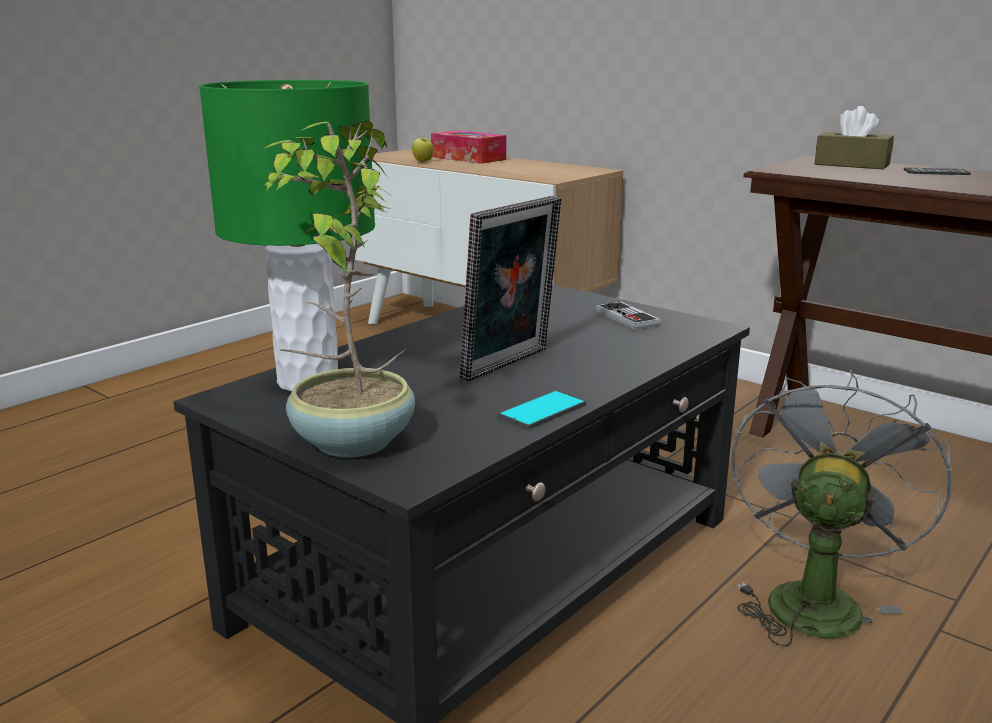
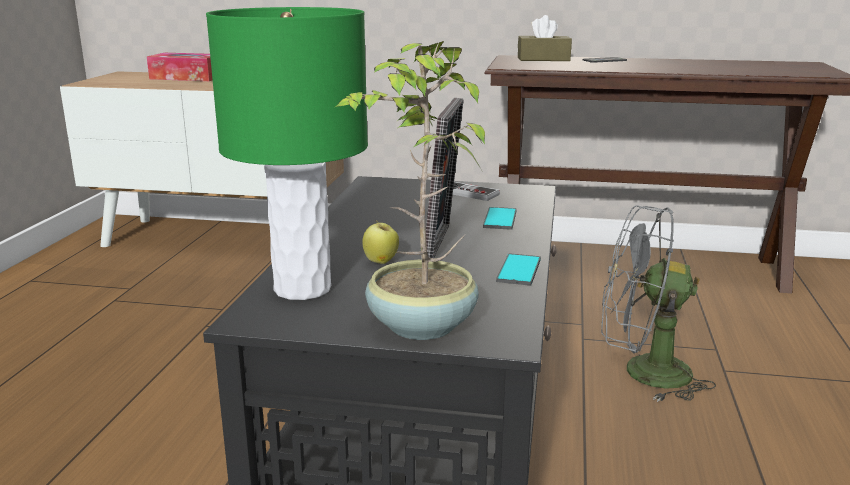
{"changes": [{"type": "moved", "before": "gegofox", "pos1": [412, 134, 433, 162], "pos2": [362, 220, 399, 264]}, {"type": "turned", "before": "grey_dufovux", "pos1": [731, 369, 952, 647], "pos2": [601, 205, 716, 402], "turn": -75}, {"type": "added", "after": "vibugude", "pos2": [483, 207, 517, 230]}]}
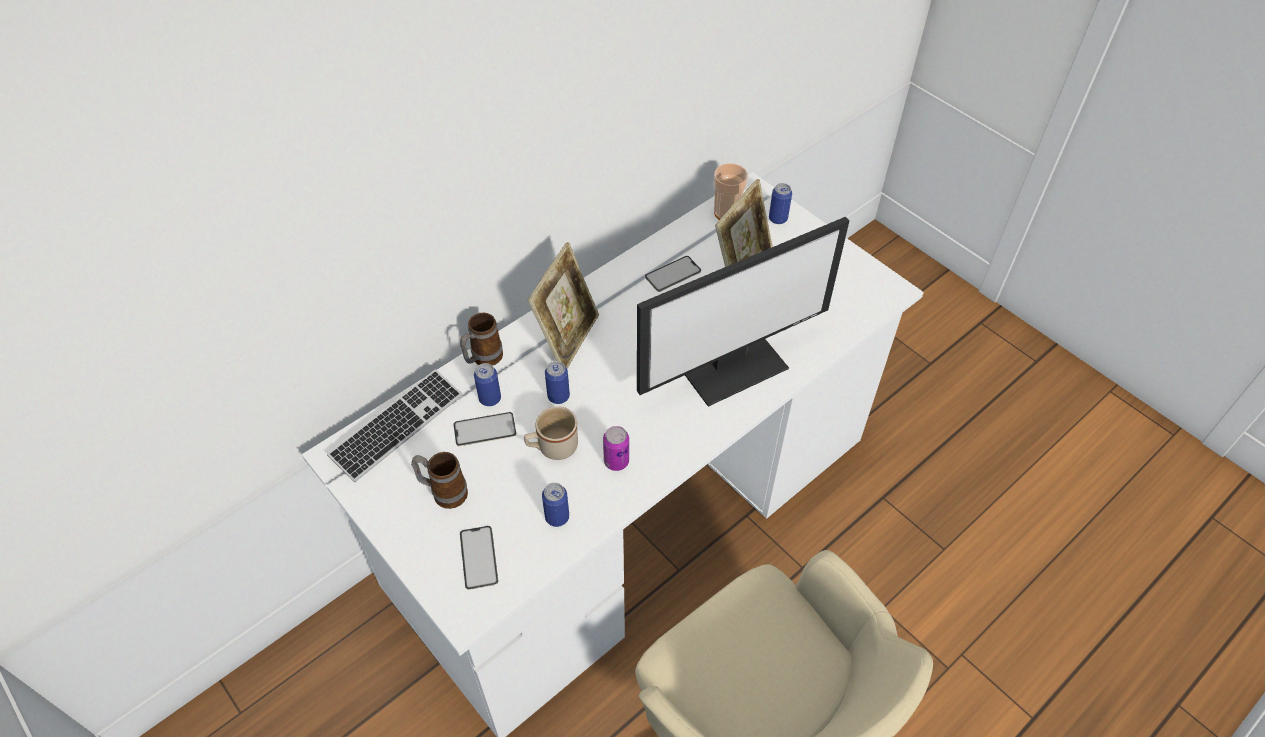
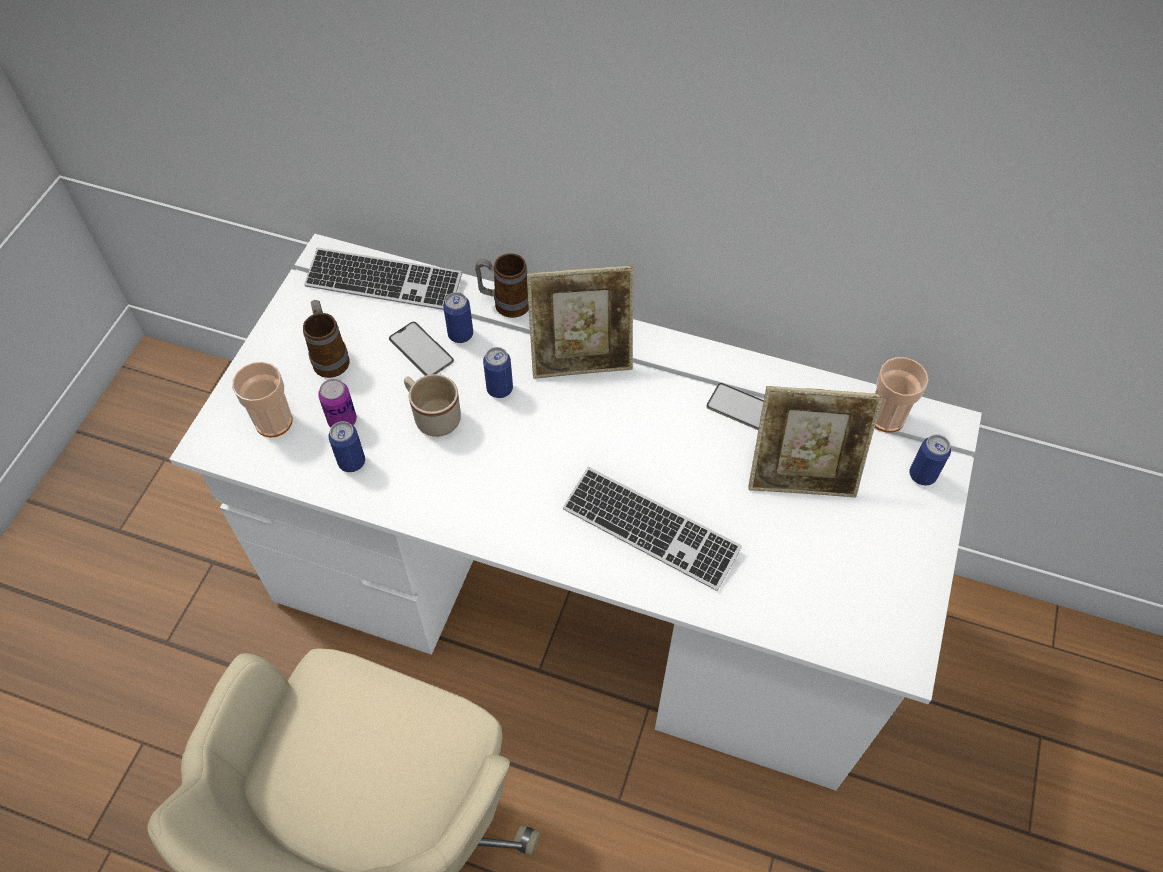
{"changes": [{"type": "replaced", "before": "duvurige", "after": "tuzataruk", "pos1": [637, 217, 849, 407], "pos2": [563, 467, 742, 591]}, {"type": "moved", "before": "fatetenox", "pos1": [603, 426, 629, 471], "pos2": [318, 379, 357, 428]}, {"type": "replaced", "before": "vibugude", "after": "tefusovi", "pos1": [460, 526, 498, 590], "pos2": [232, 362, 292, 437]}]}
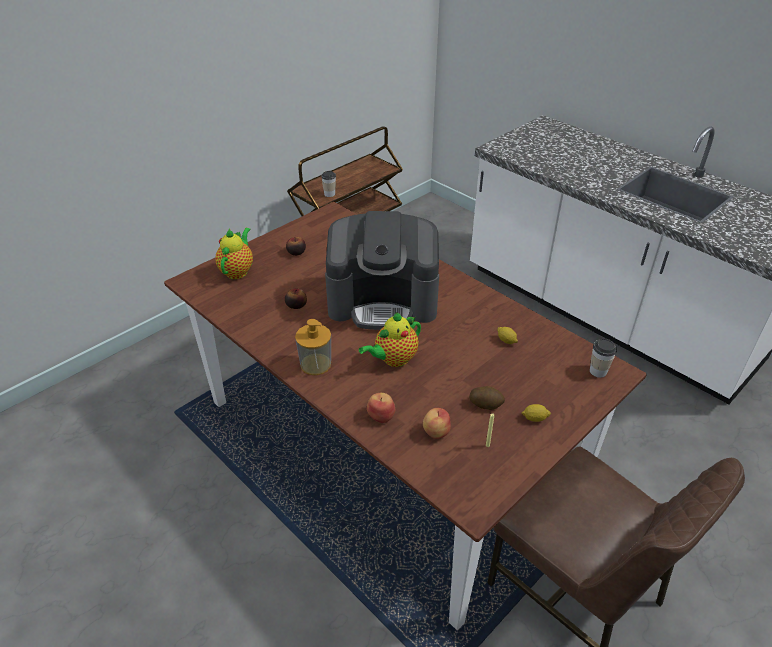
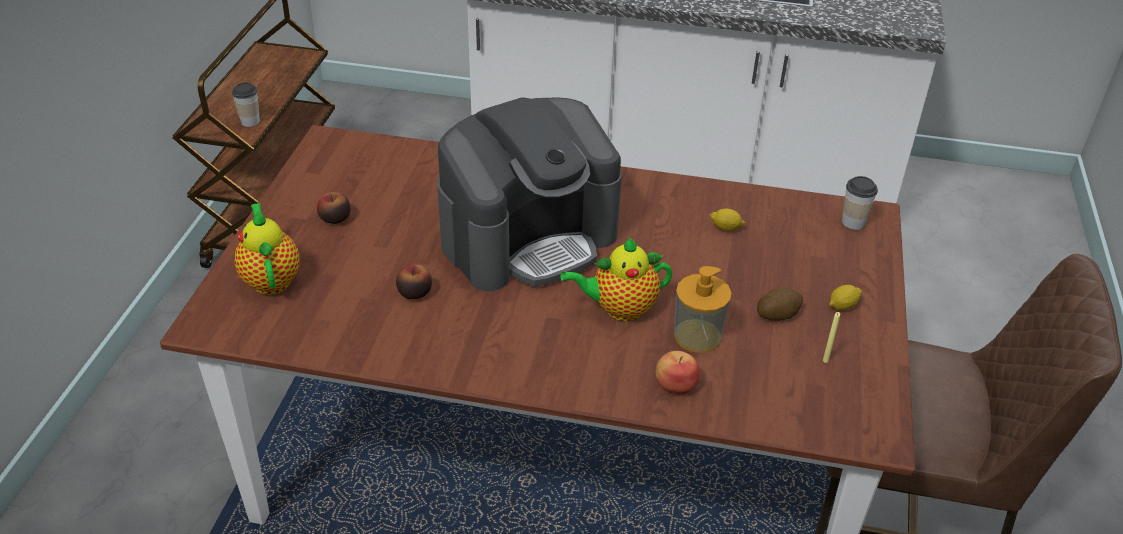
{"changes": [{"type": "turned", "before": "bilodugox", "pos1": [359, 312, 421, 367], "pos2": [560, 238, 672, 321], "turn": 60}, {"type": "moved", "before": "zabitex", "pos1": [295, 319, 331, 375], "pos2": [674, 266, 732, 353]}, {"type": "removed", "before": "gegofox", "pos1": [423, 408, 451, 439]}]}
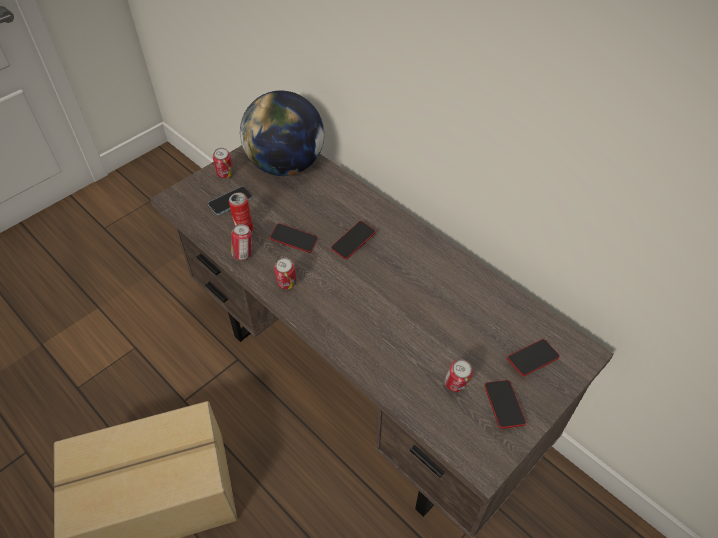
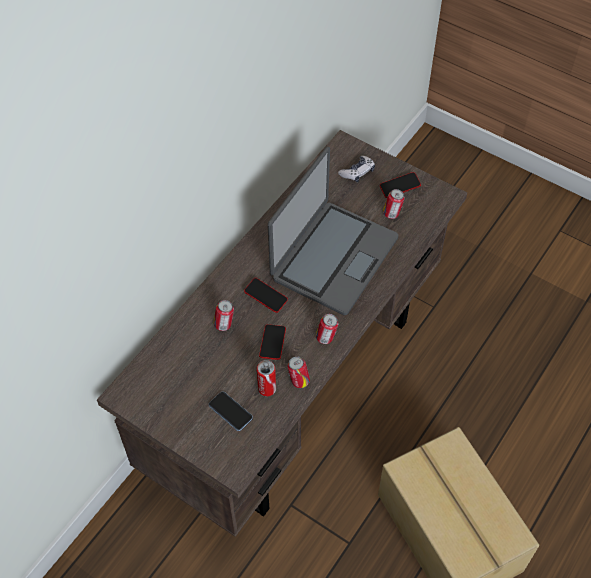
{"changes": [{"type": "removed", "before": "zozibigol", "pos1": [240, 91, 324, 176]}, {"type": "moved", "before": "fatetenox", "pos1": [213, 148, 233, 178], "pos2": [214, 300, 234, 331]}, {"type": "replaced", "before": "vibugude", "after": "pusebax", "pos1": [507, 339, 560, 376], "pos2": [338, 156, 375, 182]}, {"type": "added", "after": "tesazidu", "pos2": [268, 147, 398, 315]}]}
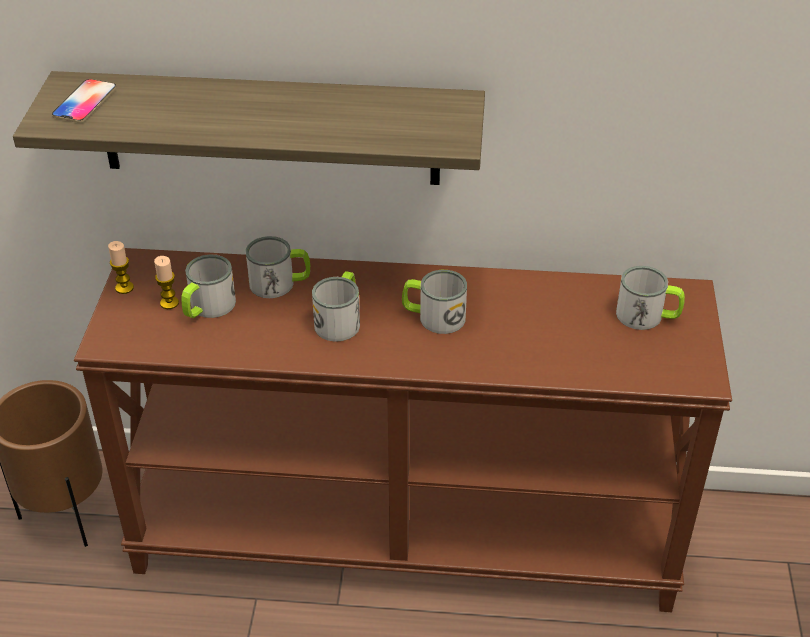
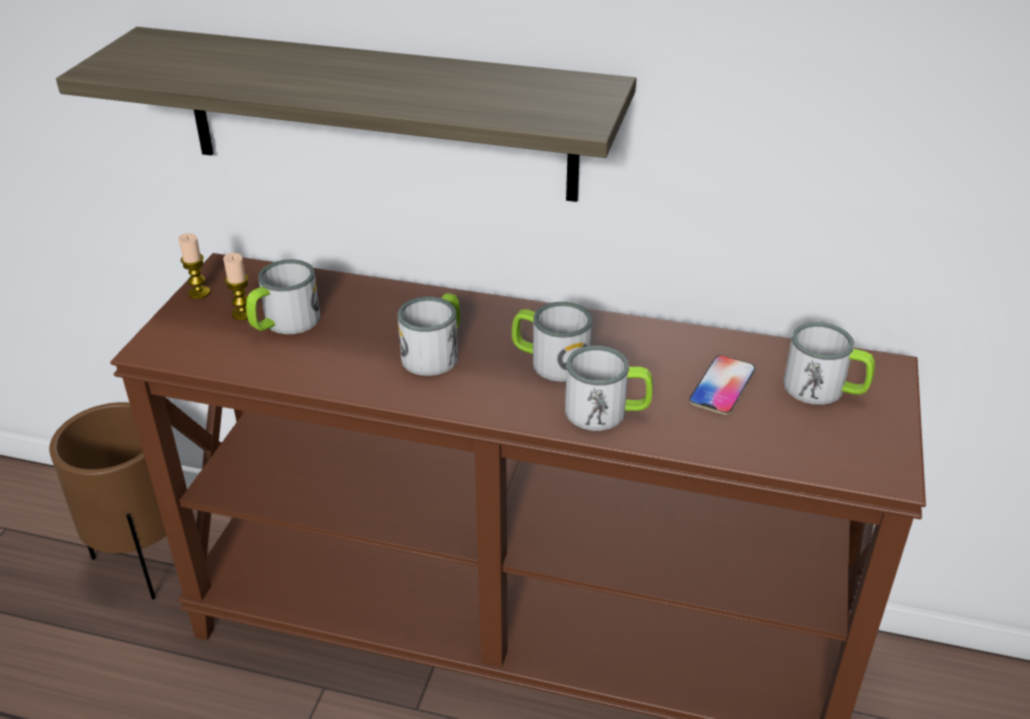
{"changes": [{"type": "moved", "before": "vibugude", "pos1": [52, 79, 116, 122], "pos2": [689, 355, 755, 415]}, {"type": "moved", "before": "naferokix", "pos1": [245, 236, 310, 298], "pos2": [565, 346, 653, 431]}]}
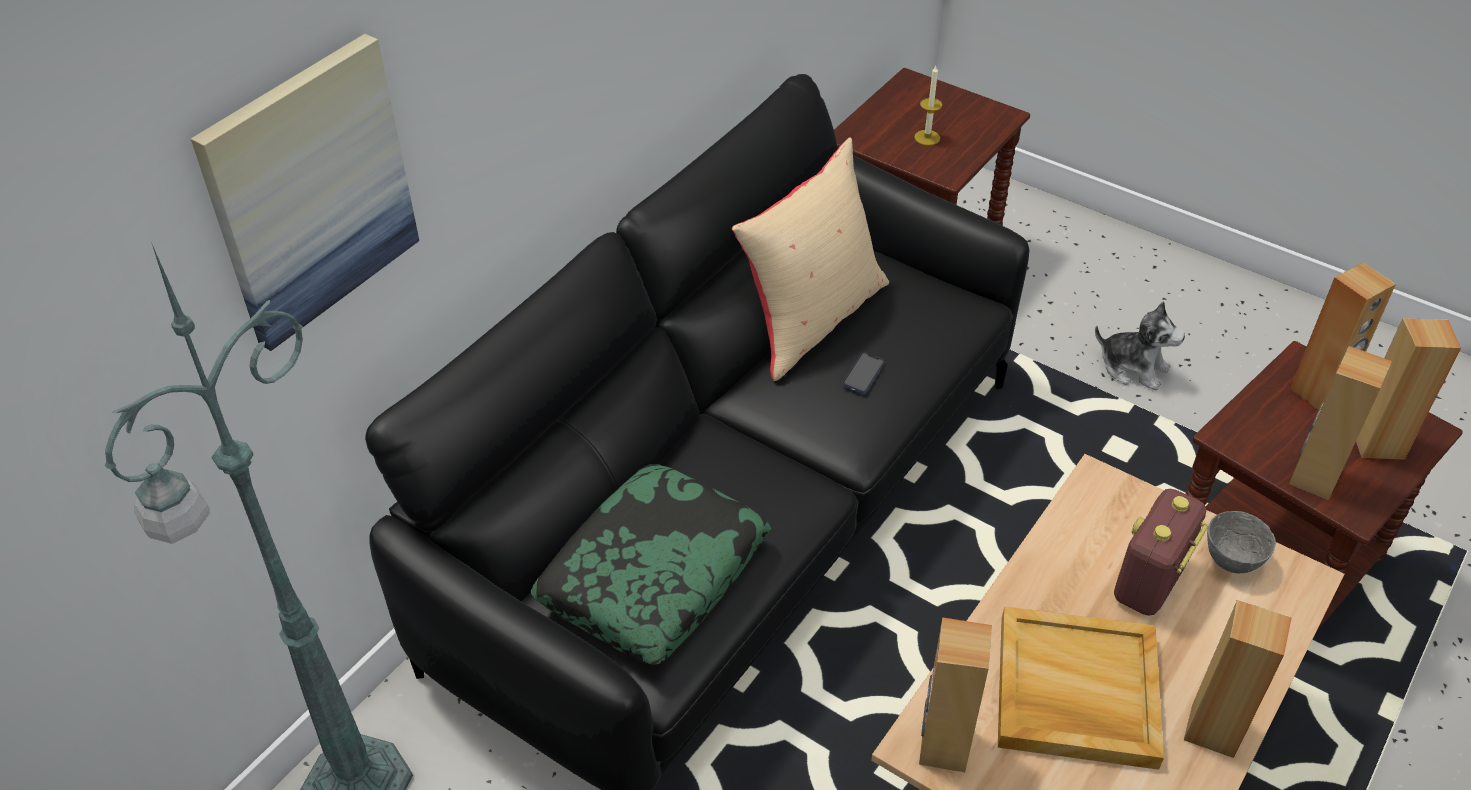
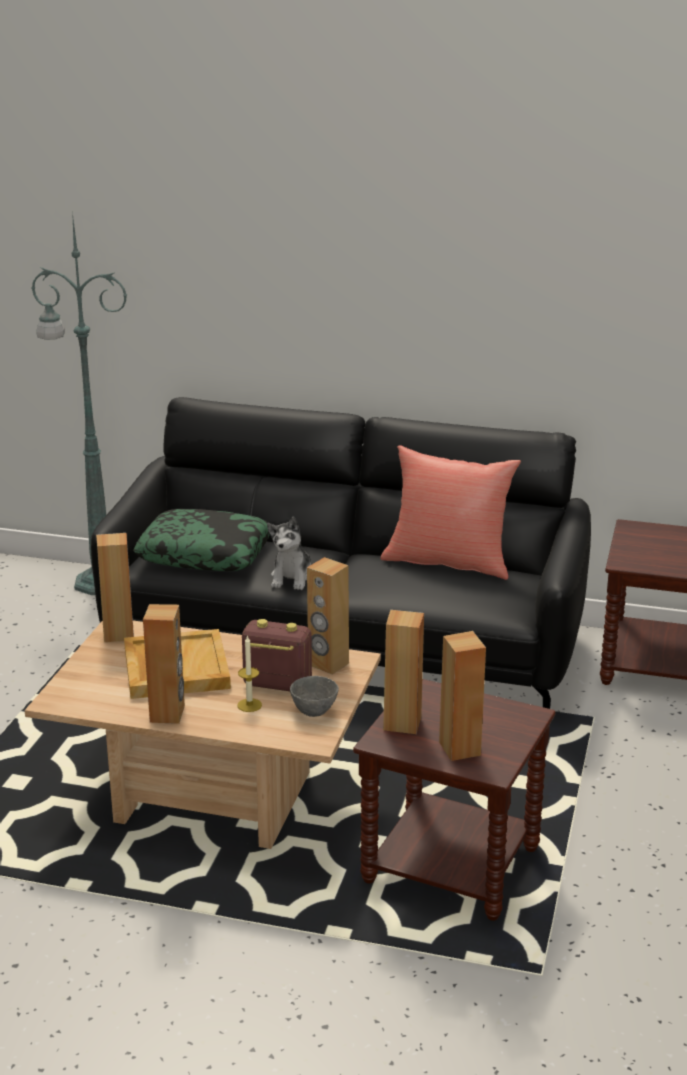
{"changes": [{"type": "removed", "before": "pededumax", "pos1": [191, 34, 419, 351]}, {"type": "moved", "before": "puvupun", "pos1": [914, 66, 943, 145], "pos2": [237, 635, 262, 712]}, {"type": "recoloured", "before": "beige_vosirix", "after": "red_vosirix", "pos1": [732, 137, 889, 381], "pos2": [380, 445, 521, 580]}, {"type": "moved", "before": "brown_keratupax", "pos1": [1290, 262, 1396, 410], "pos2": [307, 557, 349, 675]}, {"type": "moved", "before": "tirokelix", "pos1": [1095, 302, 1185, 390], "pos2": [267, 516, 311, 590]}, {"type": "removed", "before": "vibugude", "pos1": [843, 352, 885, 394]}]}
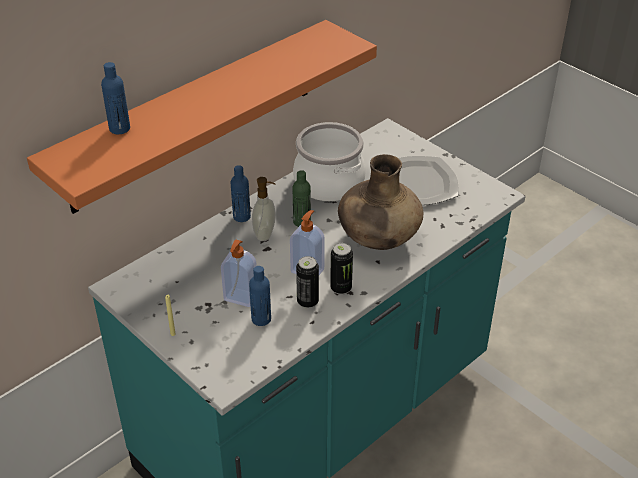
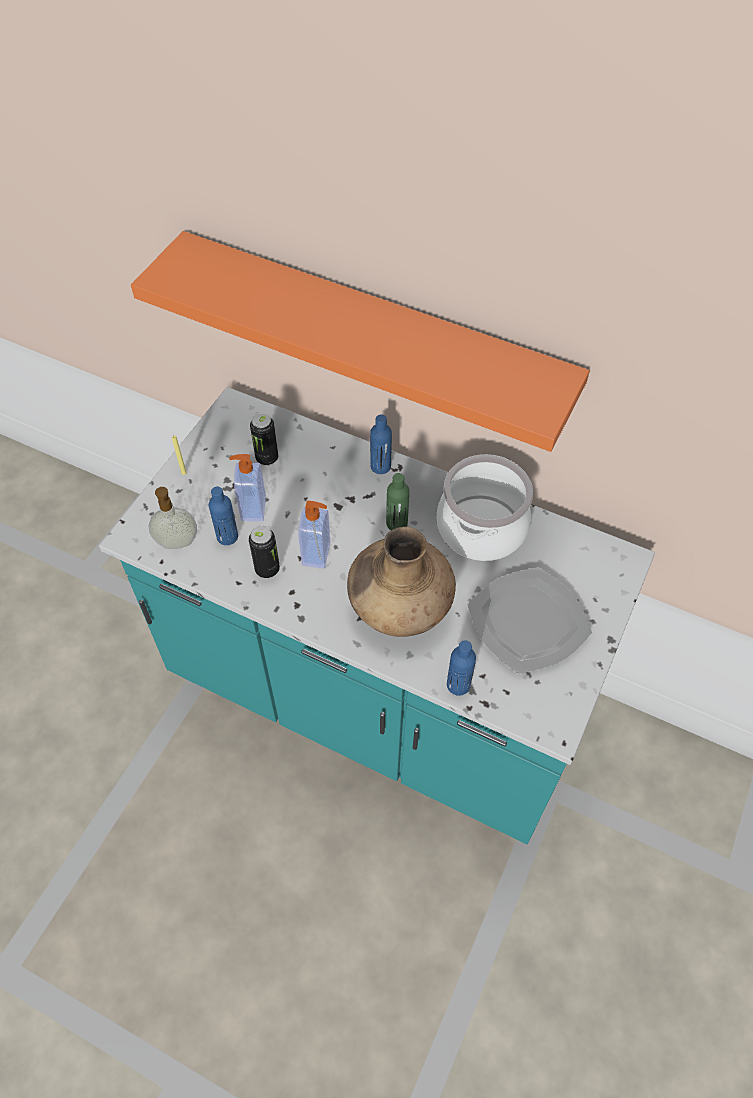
{"changes": [{"type": "moved", "before": "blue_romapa", "pos1": [101, 62, 130, 134], "pos2": [447, 640, 476, 696]}, {"type": "moved", "before": "zabitex", "pos1": [252, 177, 276, 241], "pos2": [149, 487, 197, 549]}, {"type": "moved", "before": "fatetenox", "pos1": [330, 243, 353, 295], "pos2": [250, 413, 278, 466]}]}
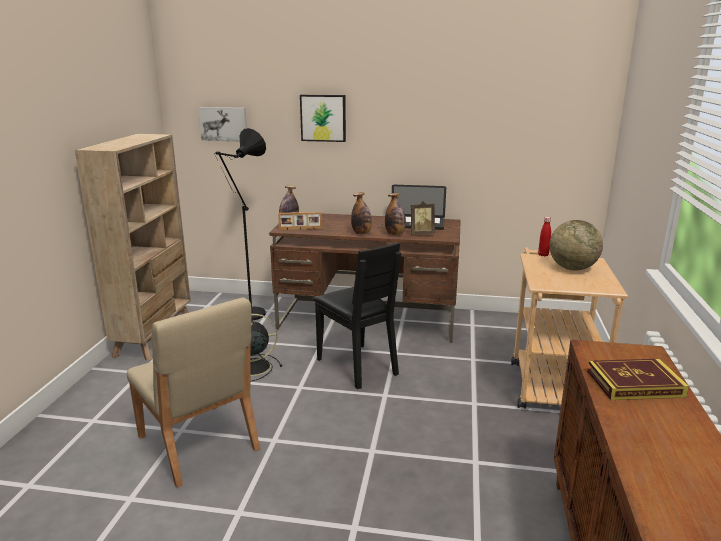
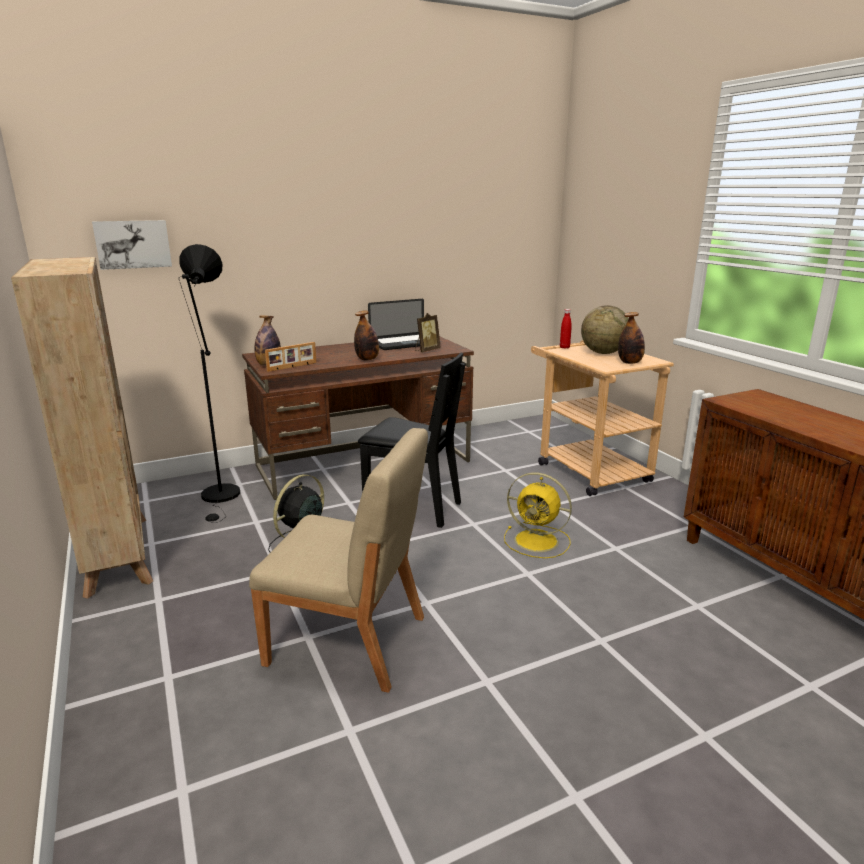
{"changes": [{"type": "removed", "before": "pededumax", "pos1": [300, 95, 346, 142]}, {"type": "moved", "before": "romapa", "pos1": [385, 193, 406, 235], "pos2": [618, 312, 645, 364]}, {"type": "removed", "before": "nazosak", "pos1": [587, 359, 689, 400]}, {"type": "added", "after": "yellow_dufovux", "pos2": [504, 472, 572, 558]}]}
